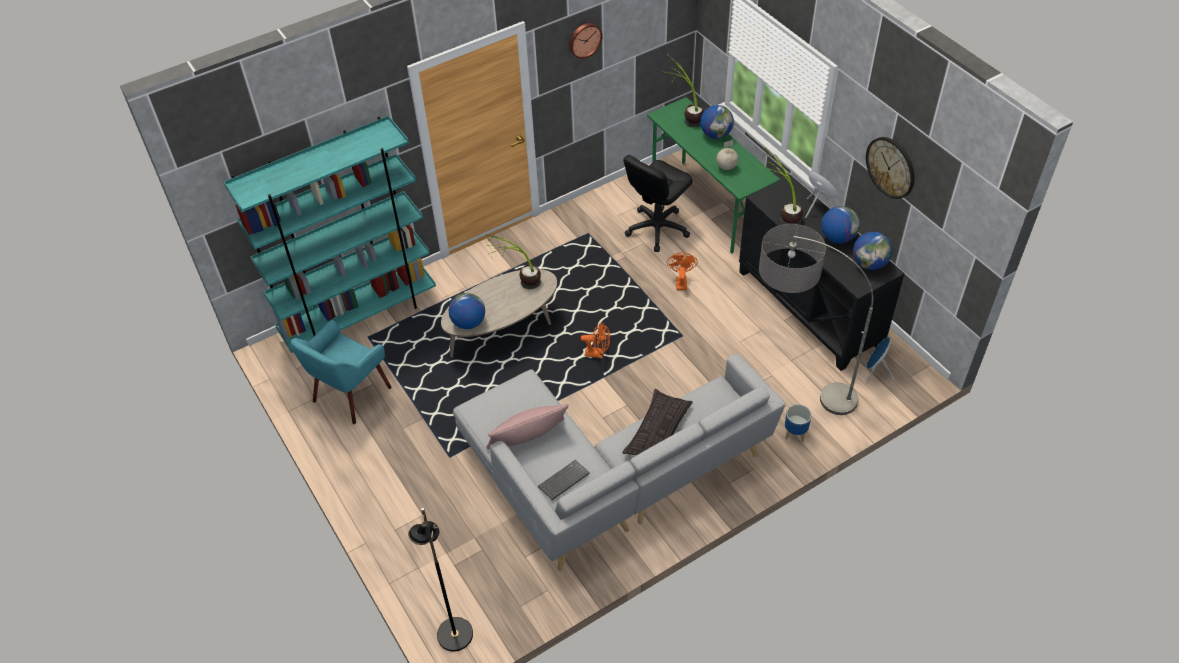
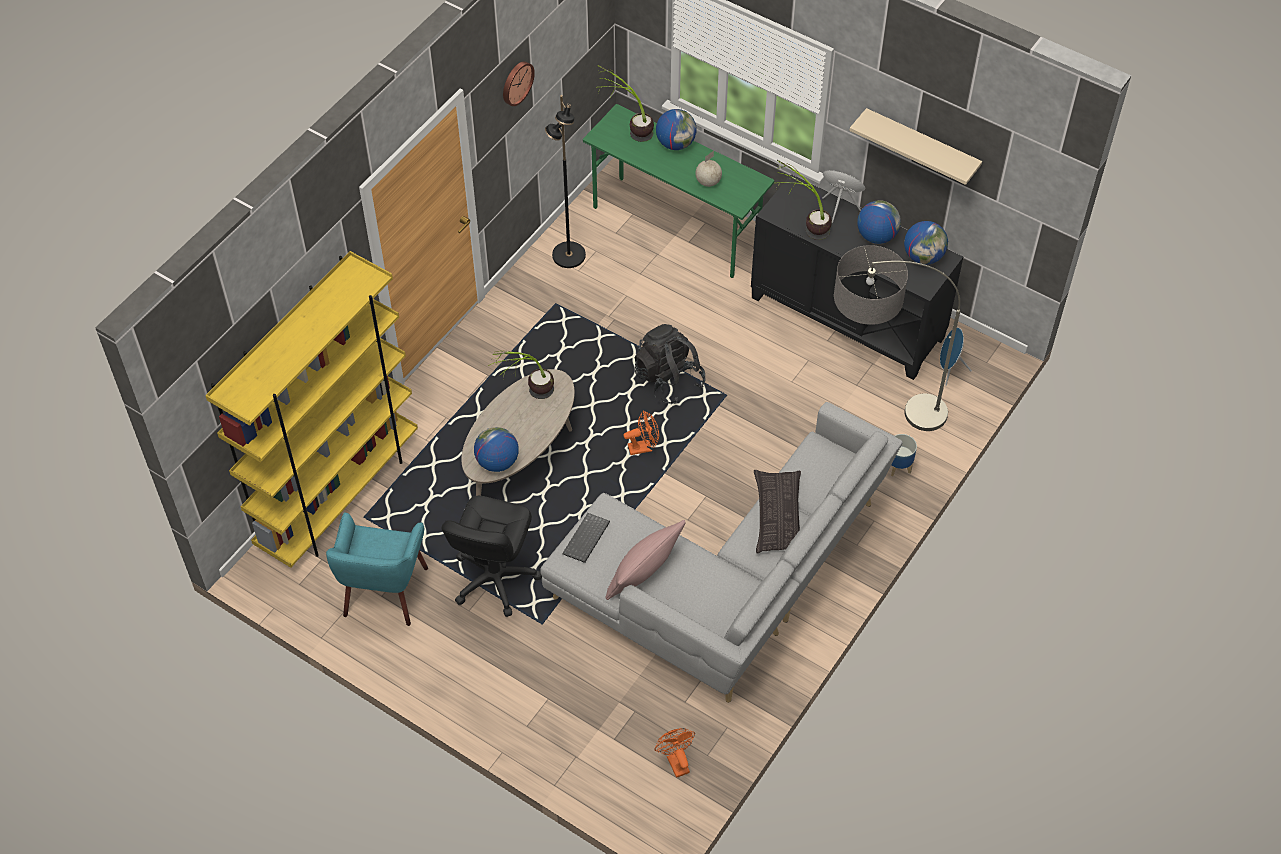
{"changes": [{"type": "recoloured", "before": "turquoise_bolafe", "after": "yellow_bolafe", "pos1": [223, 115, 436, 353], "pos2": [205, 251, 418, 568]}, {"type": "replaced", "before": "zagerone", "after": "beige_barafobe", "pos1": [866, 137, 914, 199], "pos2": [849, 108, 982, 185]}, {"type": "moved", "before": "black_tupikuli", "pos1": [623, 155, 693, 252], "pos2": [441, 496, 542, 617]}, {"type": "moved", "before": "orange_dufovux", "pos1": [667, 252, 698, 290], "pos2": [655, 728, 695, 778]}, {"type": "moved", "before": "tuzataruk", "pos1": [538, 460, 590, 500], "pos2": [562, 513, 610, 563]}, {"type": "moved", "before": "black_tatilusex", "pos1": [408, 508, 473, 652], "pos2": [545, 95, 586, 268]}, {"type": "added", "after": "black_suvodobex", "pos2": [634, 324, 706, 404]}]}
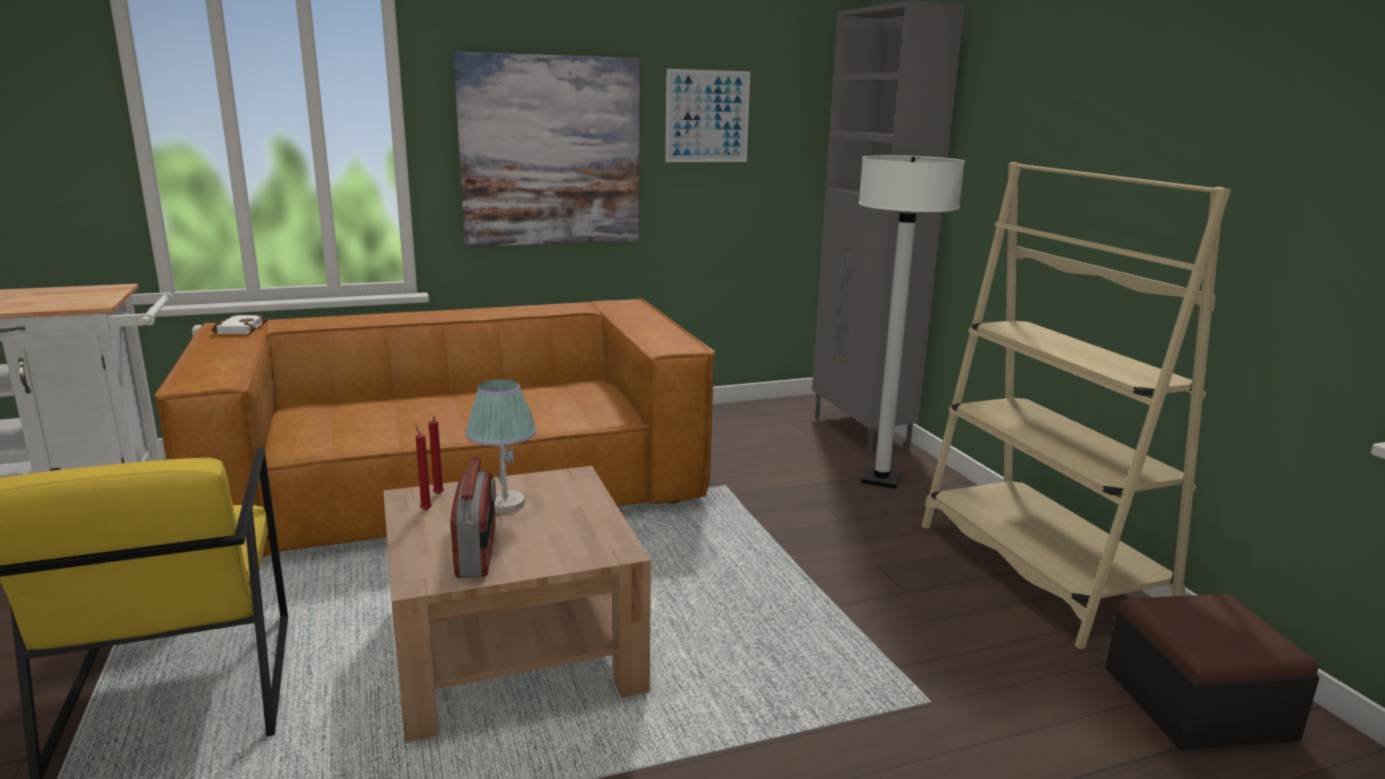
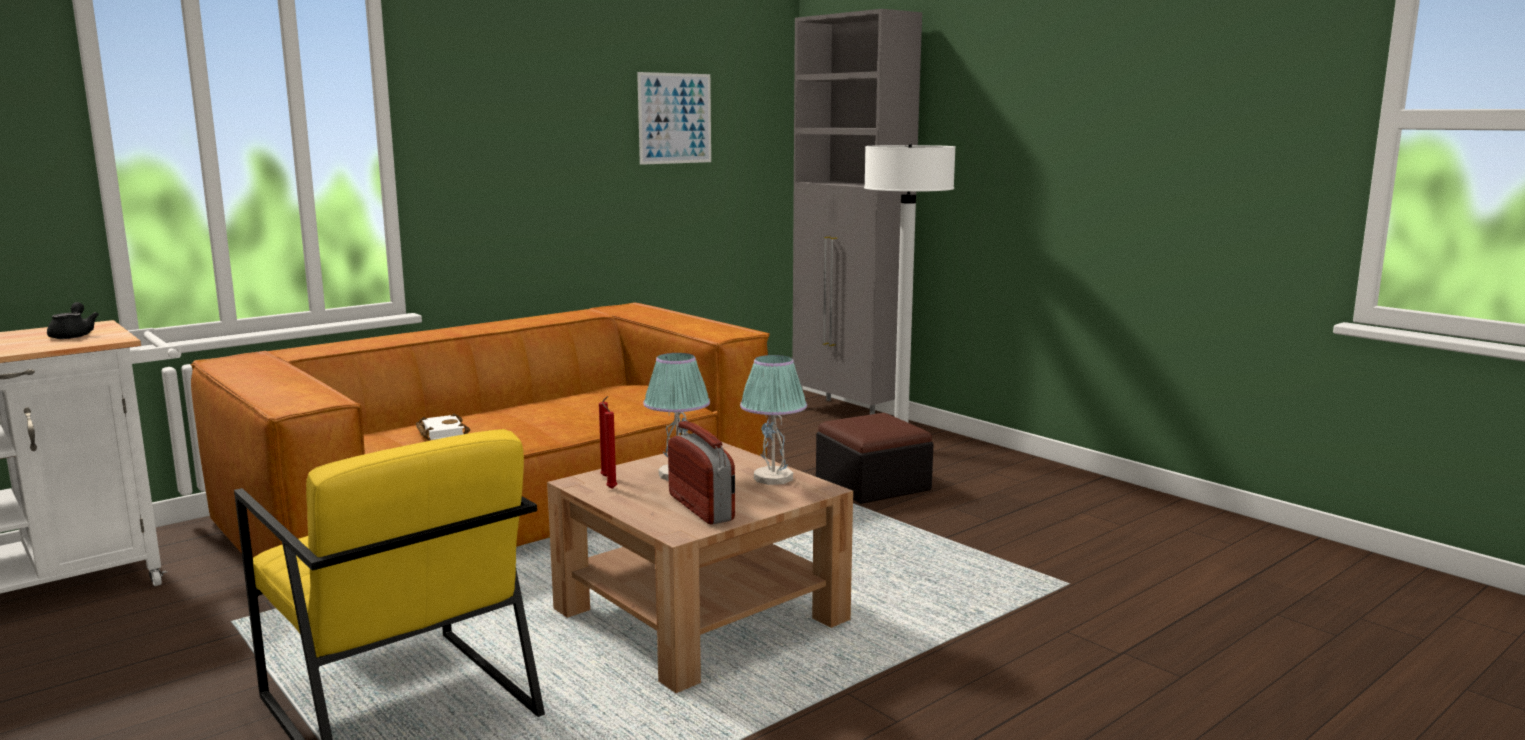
{"changes": [{"type": "removed", "before": "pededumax", "pos1": [454, 52, 640, 247]}, {"type": "removed", "before": "beige_bolafe", "pos1": [921, 162, 1231, 649]}, {"type": "moved", "before": "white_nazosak", "pos1": [211, 314, 268, 334], "pos2": [416, 413, 470, 440]}, {"type": "moved", "before": "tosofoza", "pos1": [1105, 594, 1319, 750], "pos2": [816, 413, 934, 504]}, {"type": "added", "after": "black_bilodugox", "pos2": [47, 302, 99, 339]}, {"type": "added", "after": "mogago", "pos2": [740, 355, 807, 485]}]}
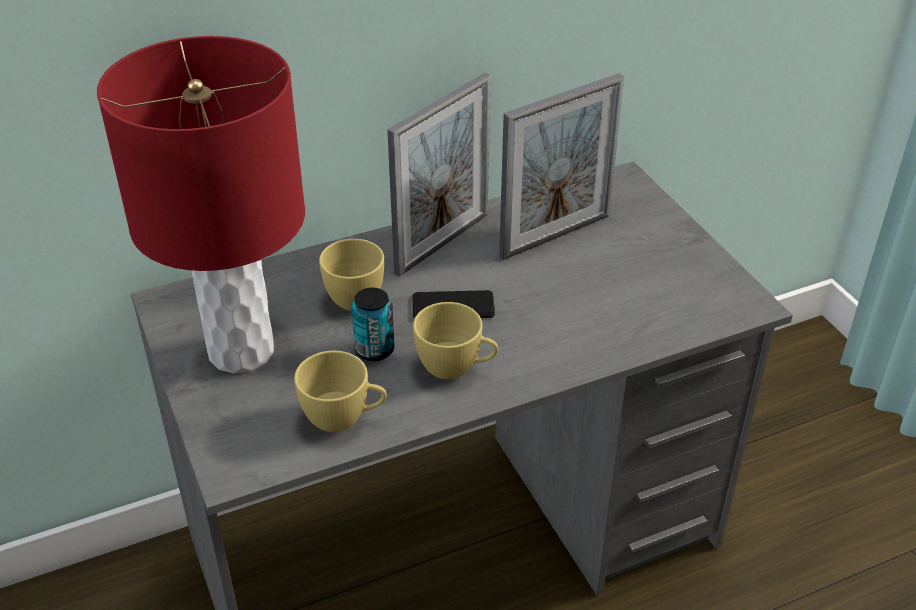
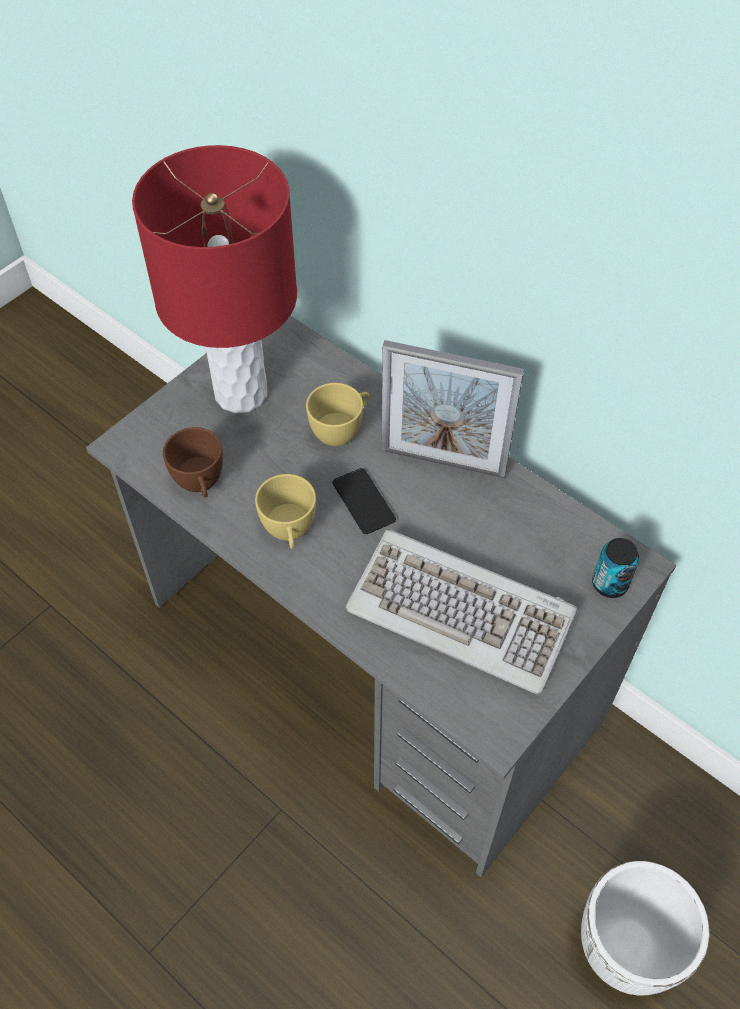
{"changes": [{"type": "removed", "before": "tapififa", "pos1": [499, 73, 624, 260]}, {"type": "moved", "before": "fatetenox", "pos1": [351, 288, 395, 361], "pos2": [592, 538, 639, 598]}, {"type": "recoloured", "before": "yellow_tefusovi", "after": "brown_tefusovi", "pos1": [294, 351, 387, 432], "pos2": [163, 427, 223, 498]}, {"type": "added", "after": "tuzataruk", "pos2": [345, 529, 577, 695]}, {"type": "added", "after": "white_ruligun", "pos2": [581, 861, 710, 995]}]}
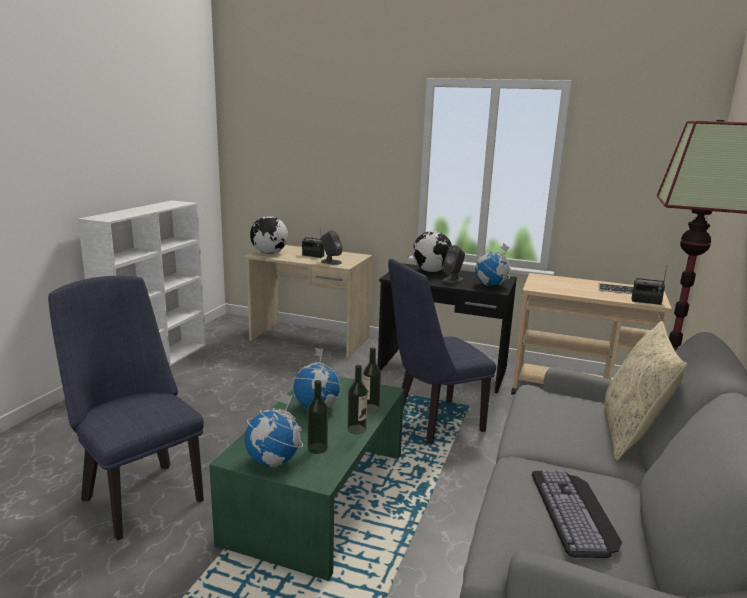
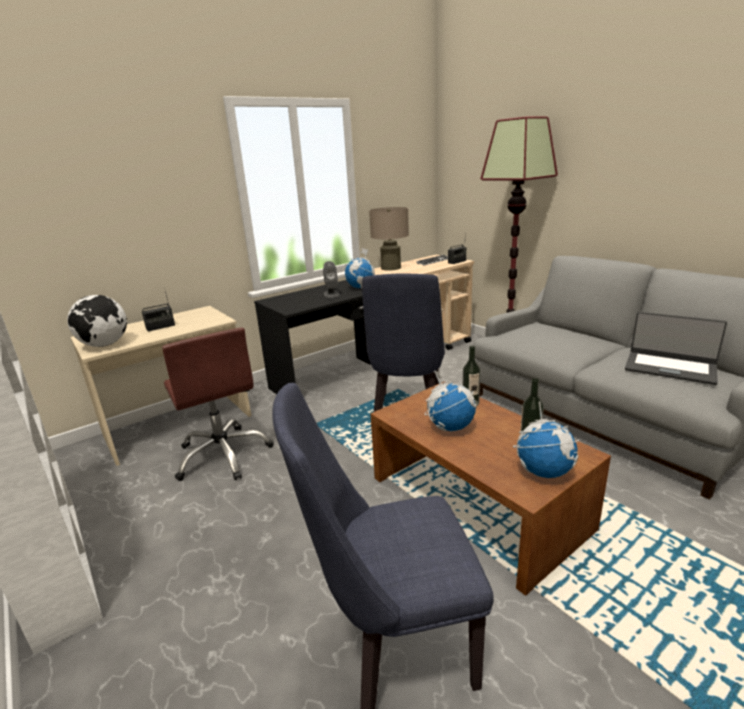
{"changes": [{"type": "removed", "before": "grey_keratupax", "pos1": [321, 230, 343, 265]}, {"type": "removed", "before": "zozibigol", "pos1": [412, 231, 452, 272]}, {"type": "removed", "before": "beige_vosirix", "pos1": [604, 321, 687, 461]}, {"type": "removed", "before": "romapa", "pos1": [347, 365, 368, 434]}, {"type": "recoloured", "before": "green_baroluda", "after": "brown_baroluda", "pos1": [209, 376, 404, 581], "pos2": [370, 381, 611, 596]}, {"type": "replaced", "before": "tuzataruk", "after": "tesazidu", "pos1": [532, 470, 622, 558], "pos2": [625, 312, 727, 385]}, {"type": "added", "after": "beige_mogago", "pos2": [369, 207, 409, 271]}, {"type": "added", "after": "brown_tupikuli", "pos2": [162, 327, 274, 481]}]}
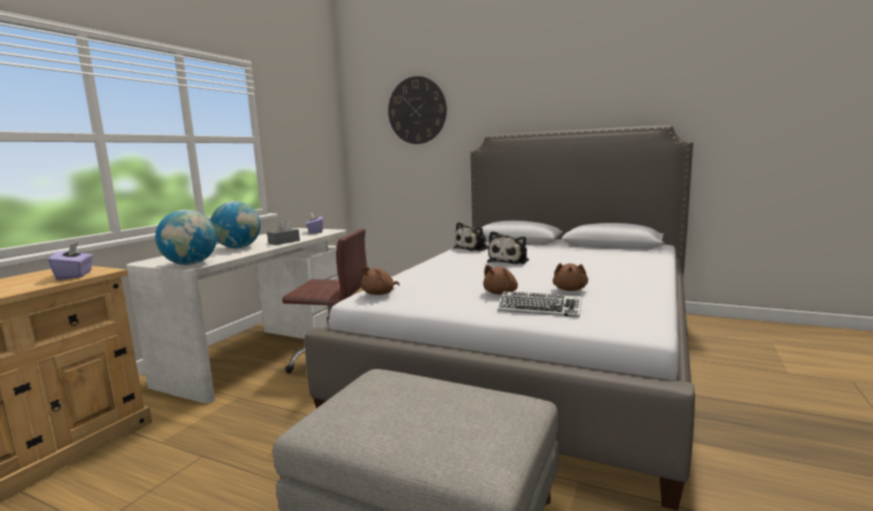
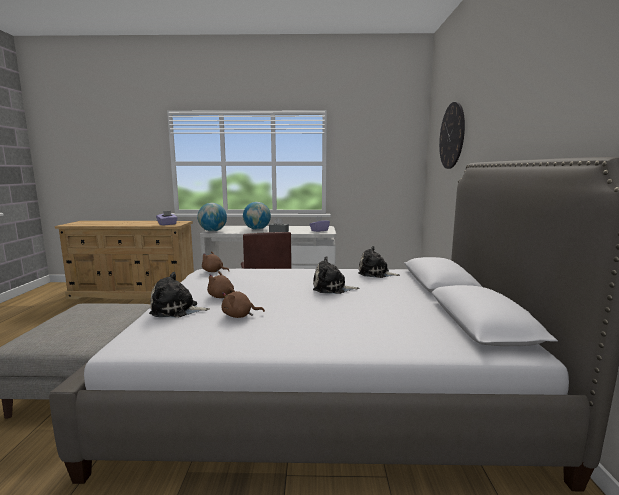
{"changes": [{"type": "replaced", "before": "tuzataruk", "after": "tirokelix", "pos1": [498, 291, 582, 317], "pos2": [149, 272, 210, 317]}]}
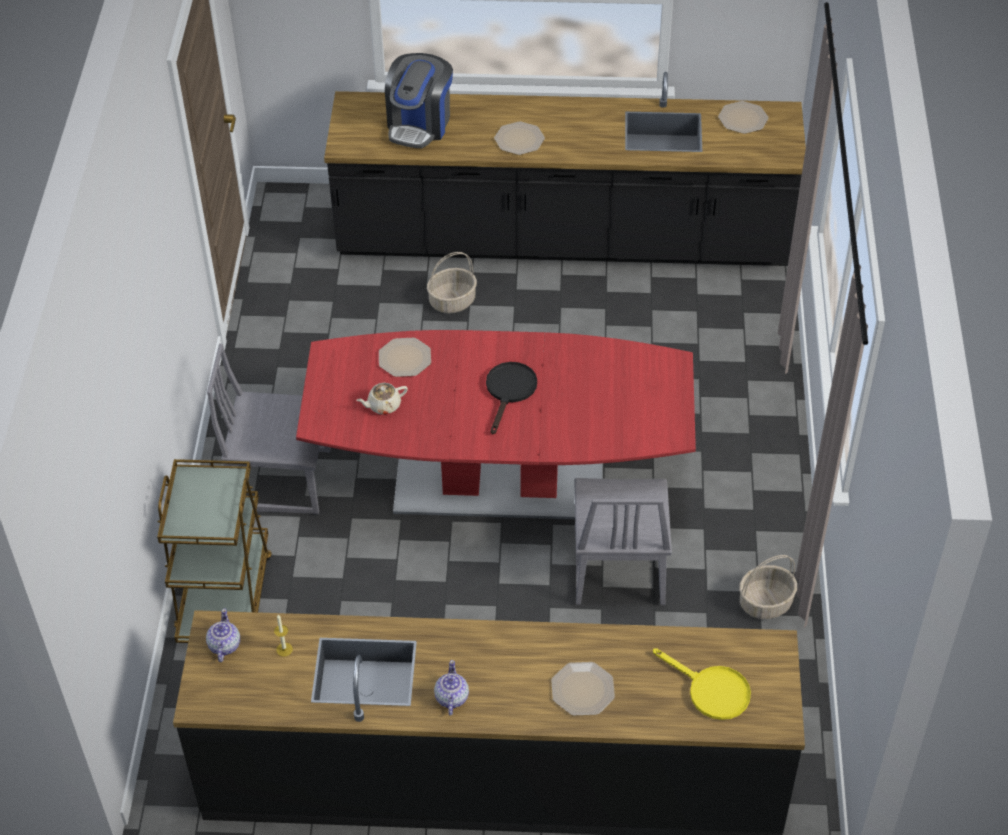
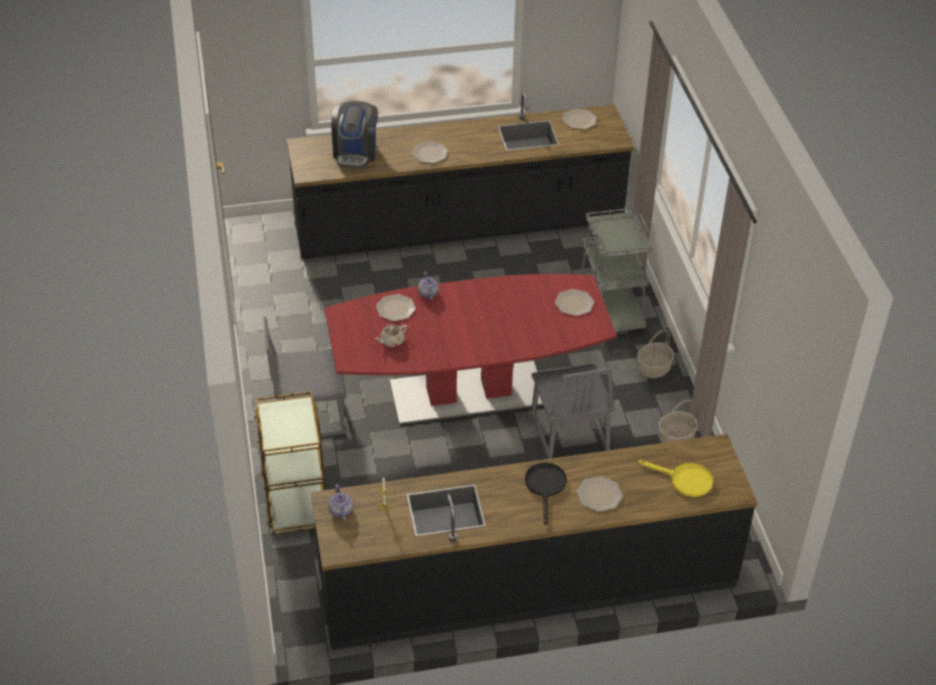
{"changes": [{"type": "moved", "before": "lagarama", "pos1": [427, 252, 477, 313], "pos2": [637, 329, 674, 378]}, {"type": "moved", "before": "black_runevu", "pos1": [486, 362, 537, 435], "pos2": [525, 462, 567, 525]}, {"type": "moved", "before": "bilodugox", "pos1": [434, 660, 469, 716], "pos2": [418, 271, 439, 300]}, {"type": "added", "after": "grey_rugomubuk", "pos2": [577, 208, 651, 332]}, {"type": "added", "after": "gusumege", "pos2": [555, 289, 595, 316]}]}
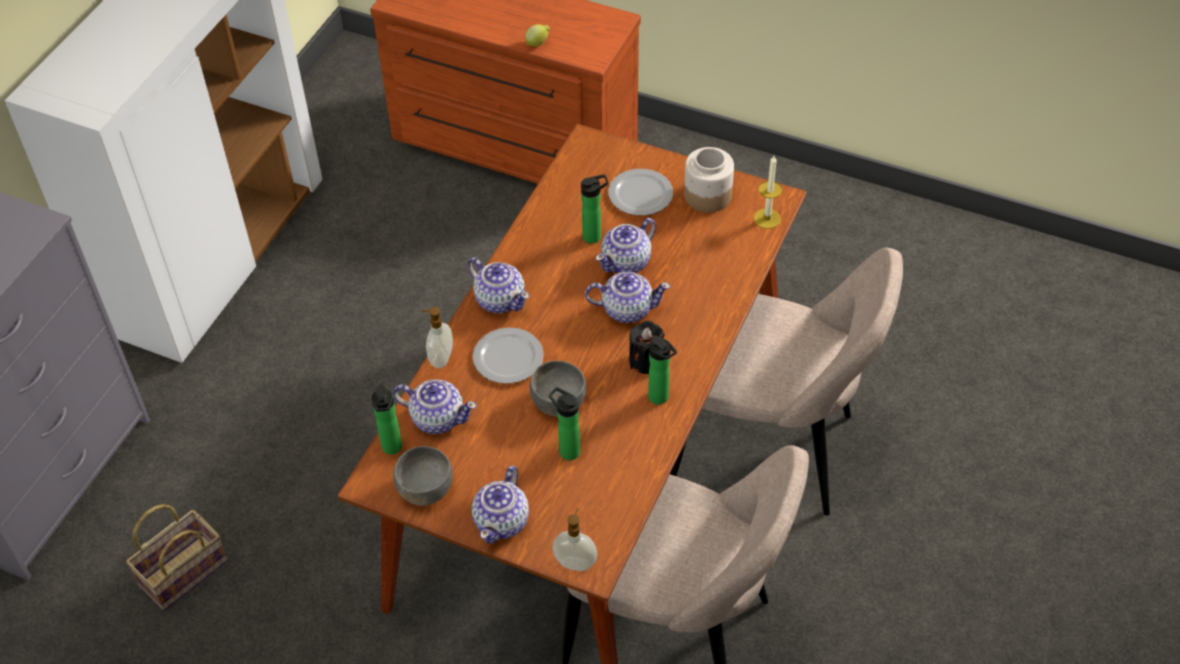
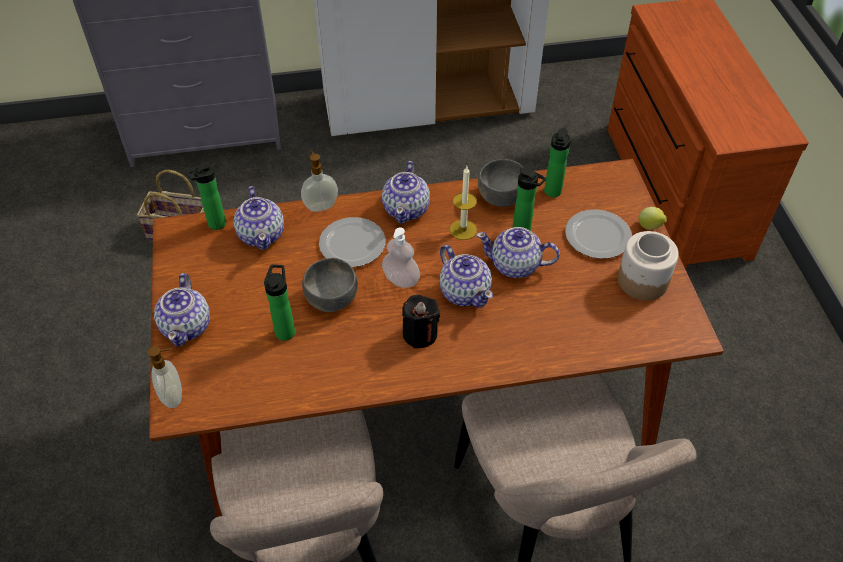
{"changes": [{"type": "moved", "before": "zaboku", "pos1": [525, 24, 550, 47], "pos2": [638, 207, 667, 230]}, {"type": "moved", "before": "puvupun", "pos1": [754, 156, 782, 229], "pos2": [450, 166, 477, 240]}, {"type": "moved", "before": "romapa", "pos1": [648, 335, 677, 405], "pos2": [544, 127, 571, 197]}, {"type": "moved", "before": "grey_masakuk", "pos1": [393, 446, 453, 506], "pos2": [478, 159, 524, 207]}, {"type": "turned", "before": "bilodugox", "pos1": [472, 466, 529, 544], "pos2": [154, 273, 210, 347], "turn": -75}, {"type": "added", "after": "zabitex", "pos2": [382, 228, 420, 288]}]}
